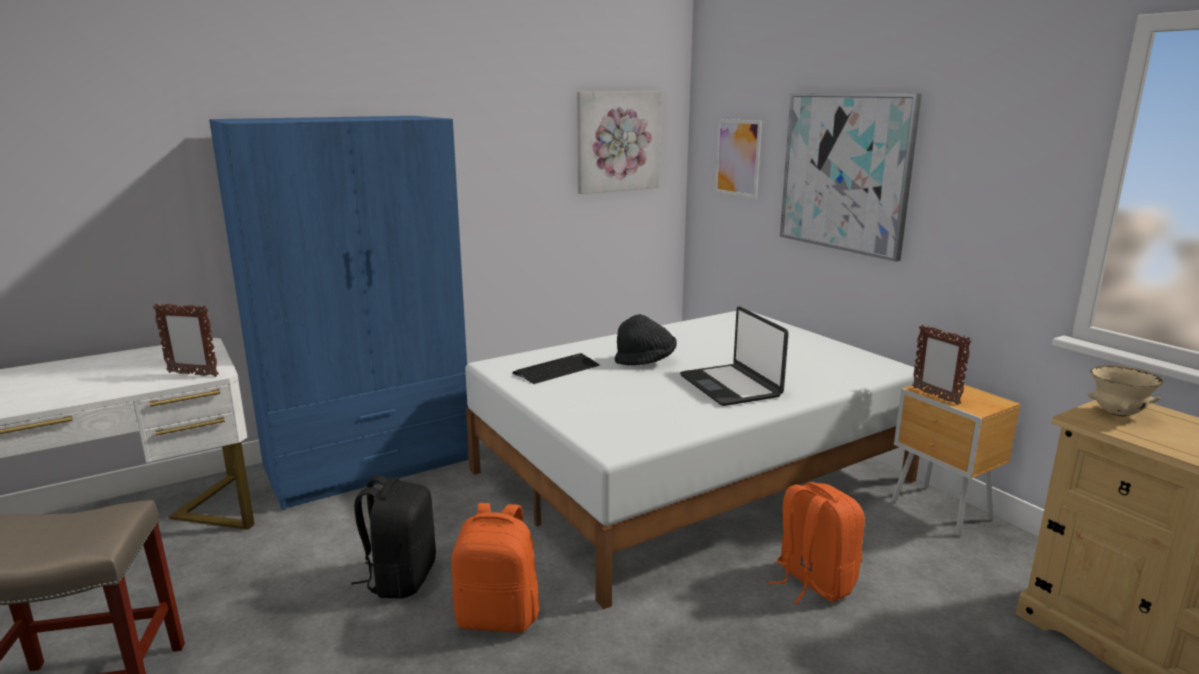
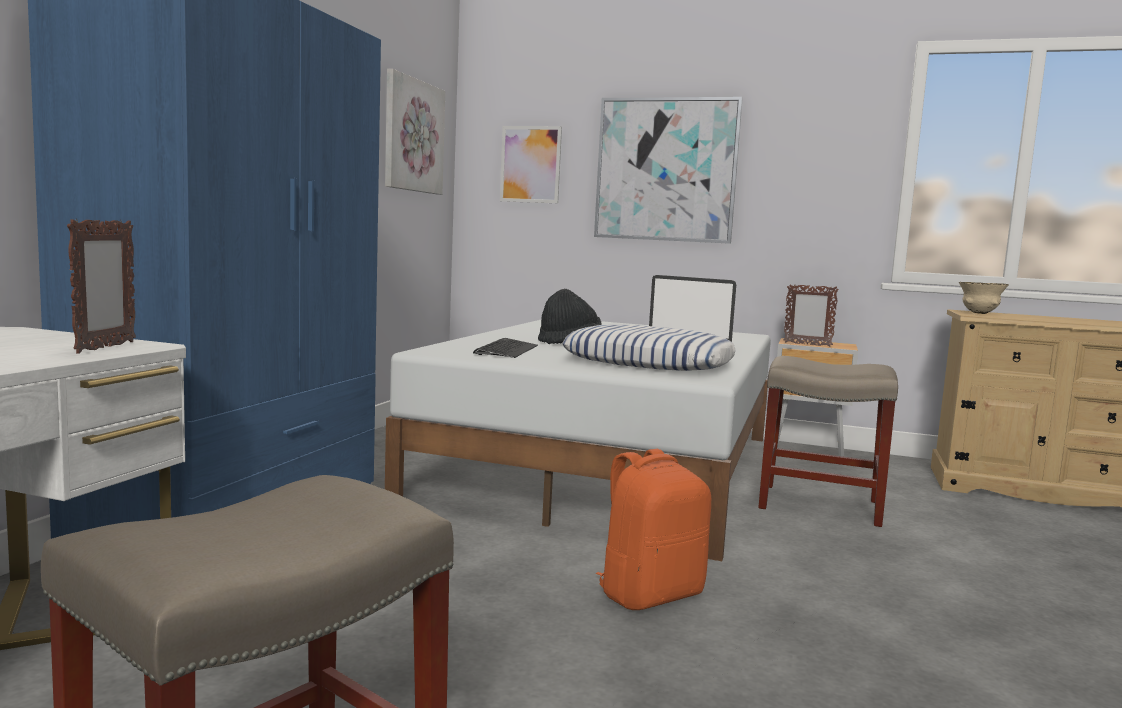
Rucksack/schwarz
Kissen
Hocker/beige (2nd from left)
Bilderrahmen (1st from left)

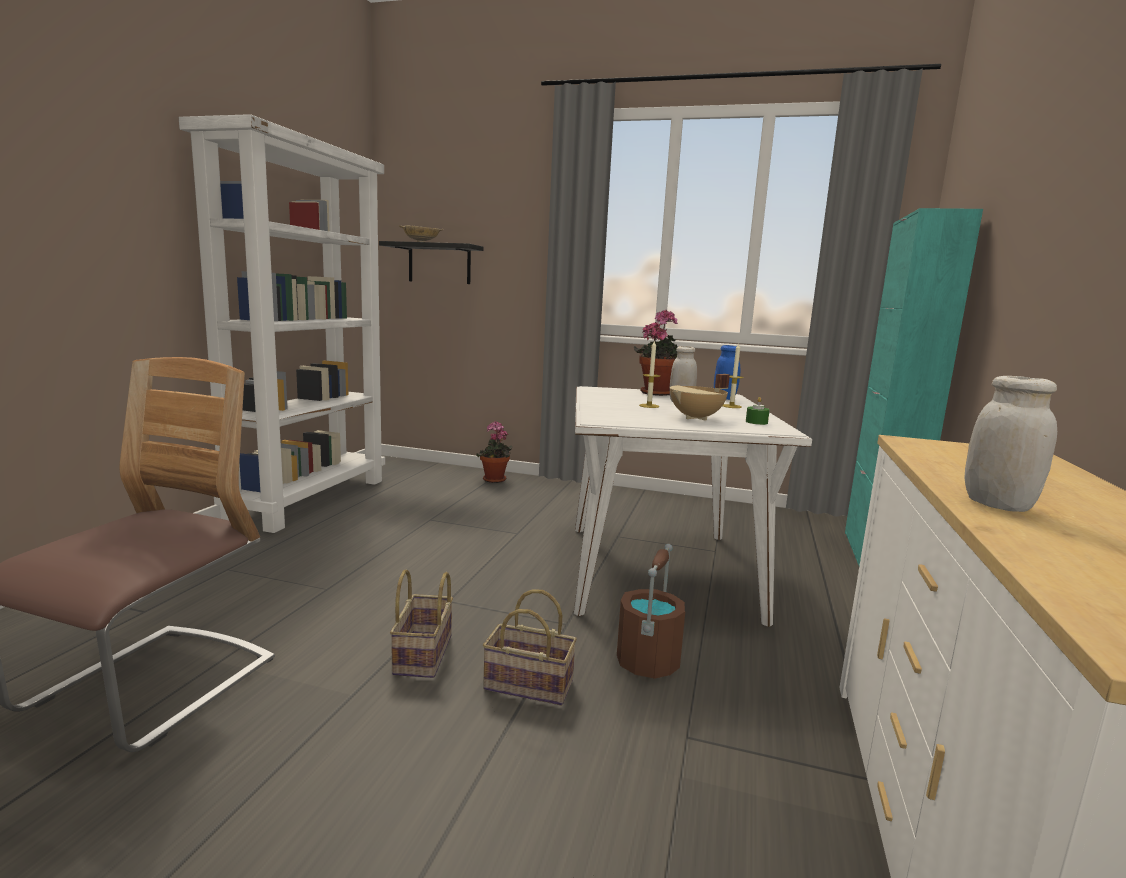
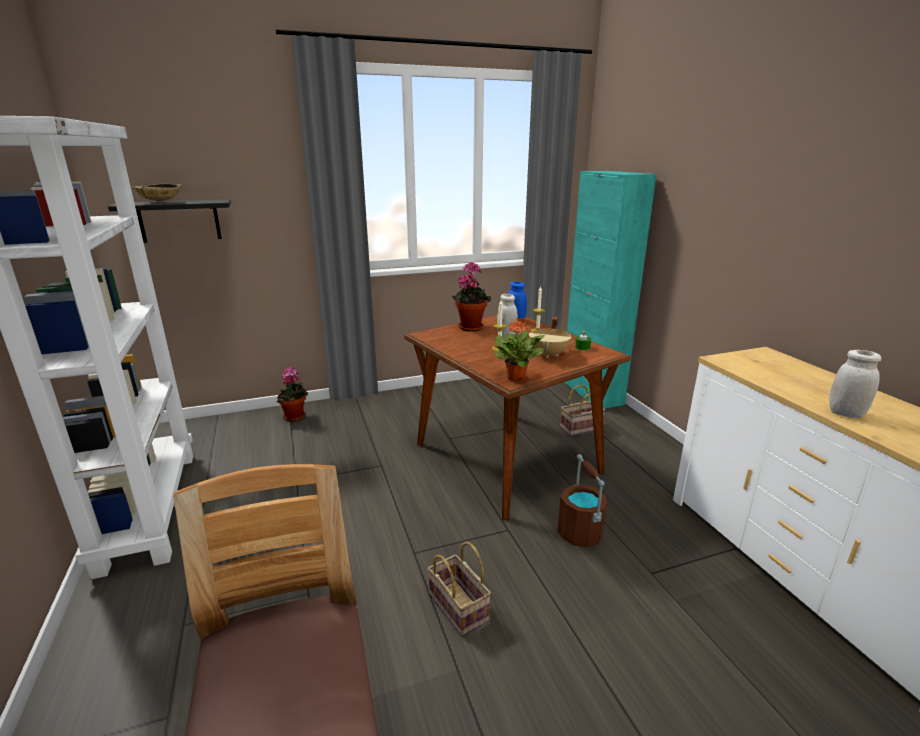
Topfpflanze (3rd from left)
Korb (2nd from left)
Esstisch/braun

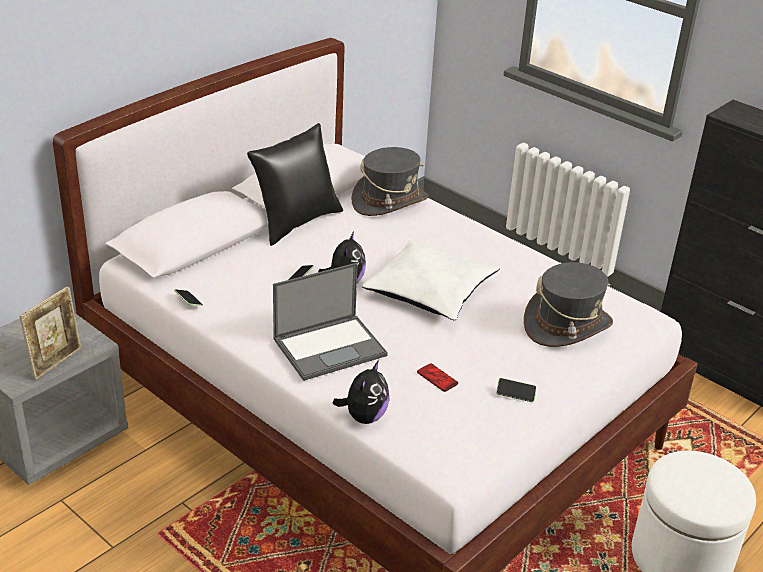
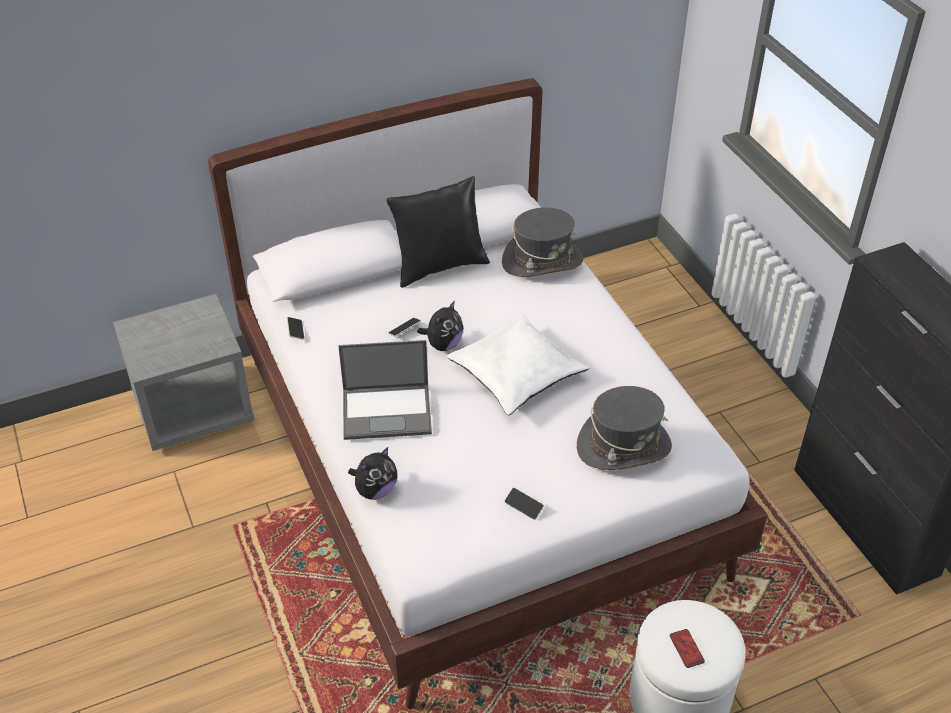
Bilderrahmen
Handy (4th from left)

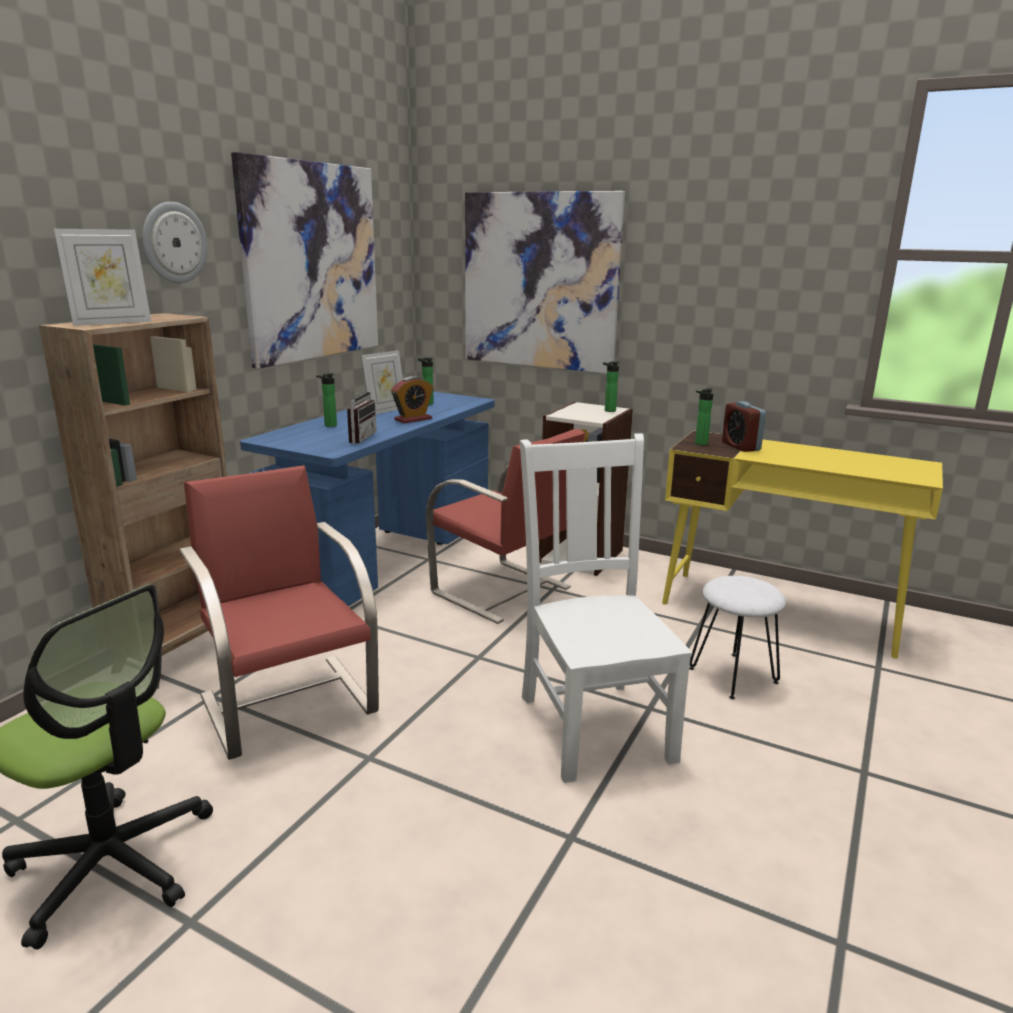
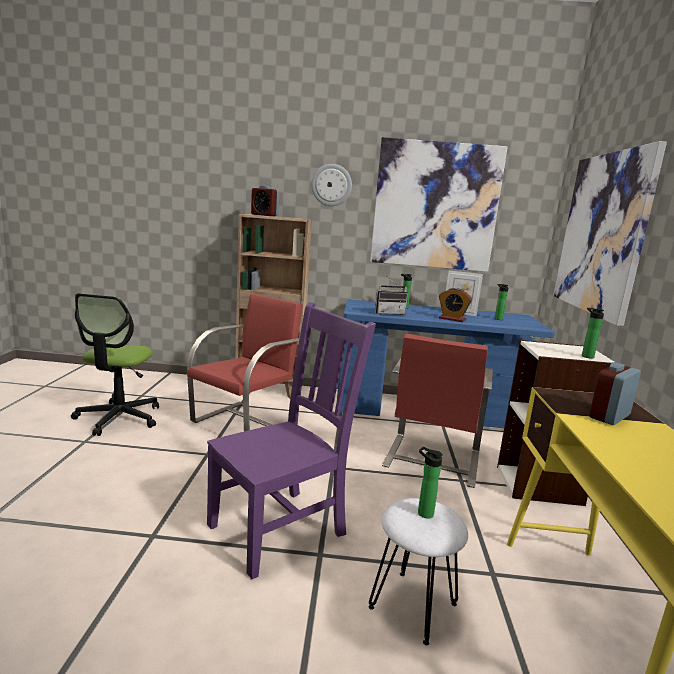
Flasche (2nd from left)
Wecker (1st from left)
Stuhl/lila

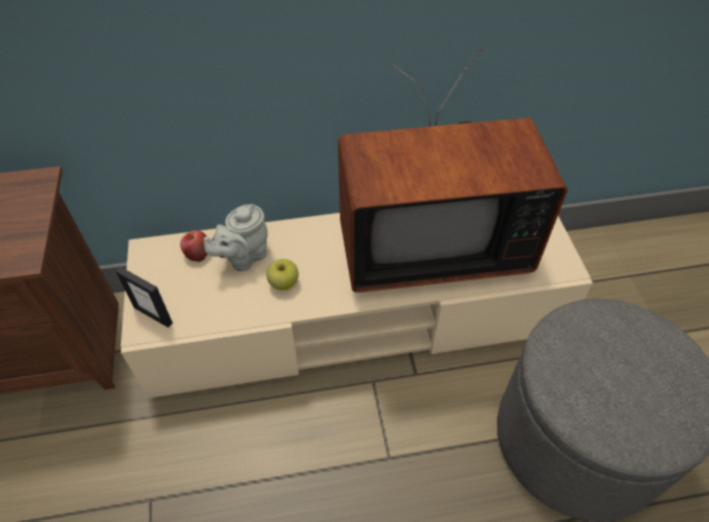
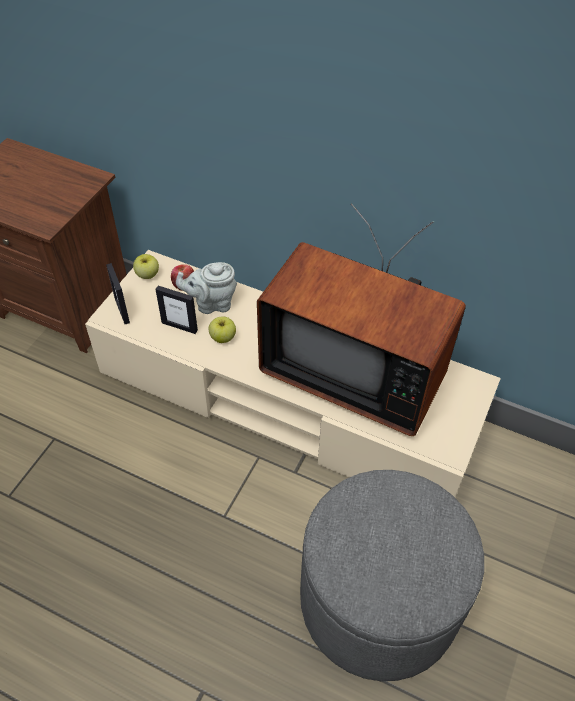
Apfel (1st from left)
Bilderrahmen (2nd from left)

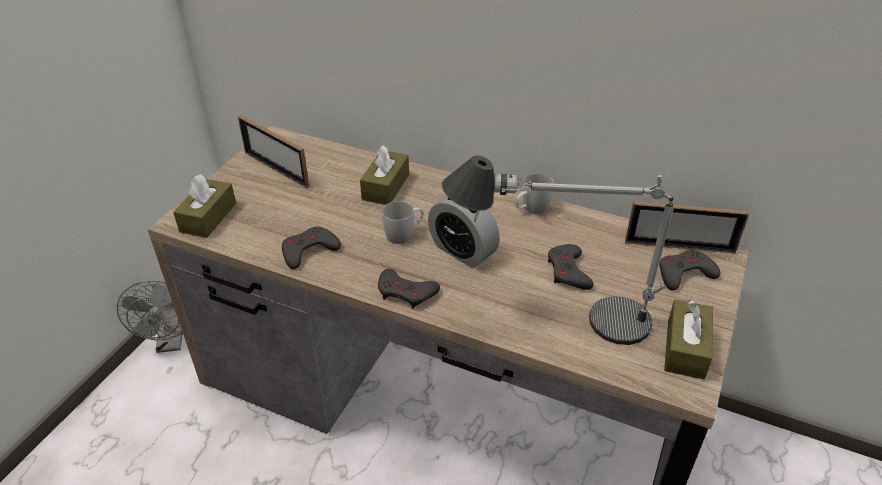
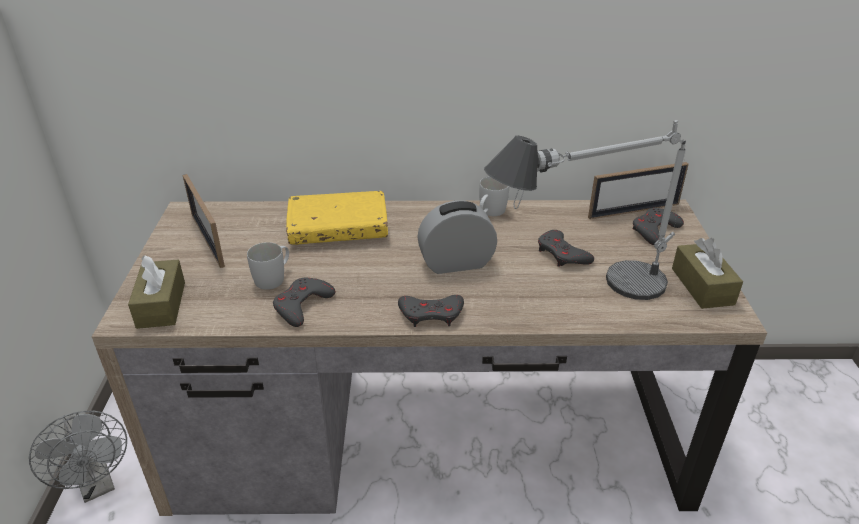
Henkelbecher/weiß (1st from left)
Buch/gelb
Bilderrahmen (1st from left)
Wecker

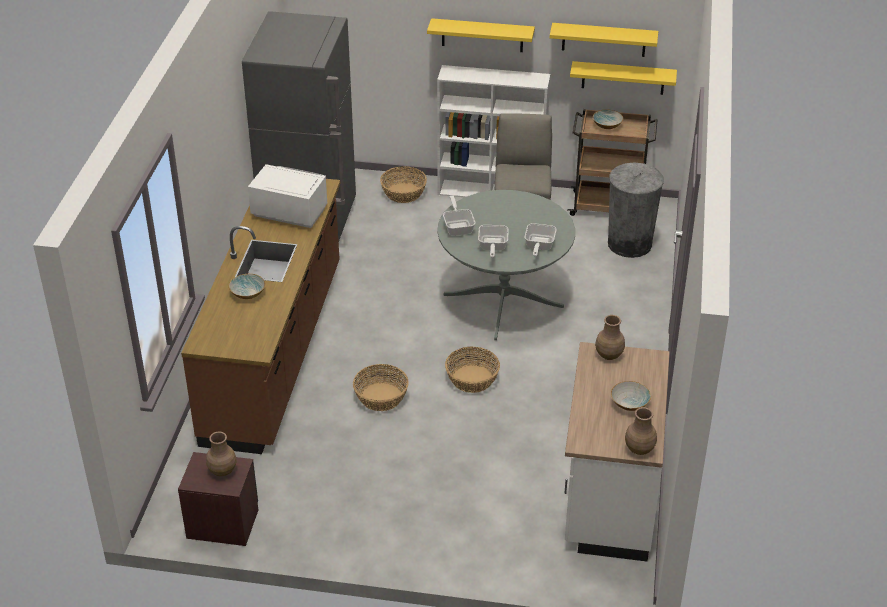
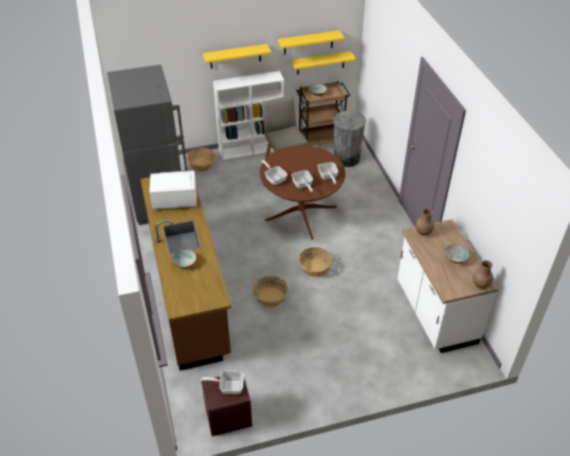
Pfanne (1st from left)
Esstisch/braun

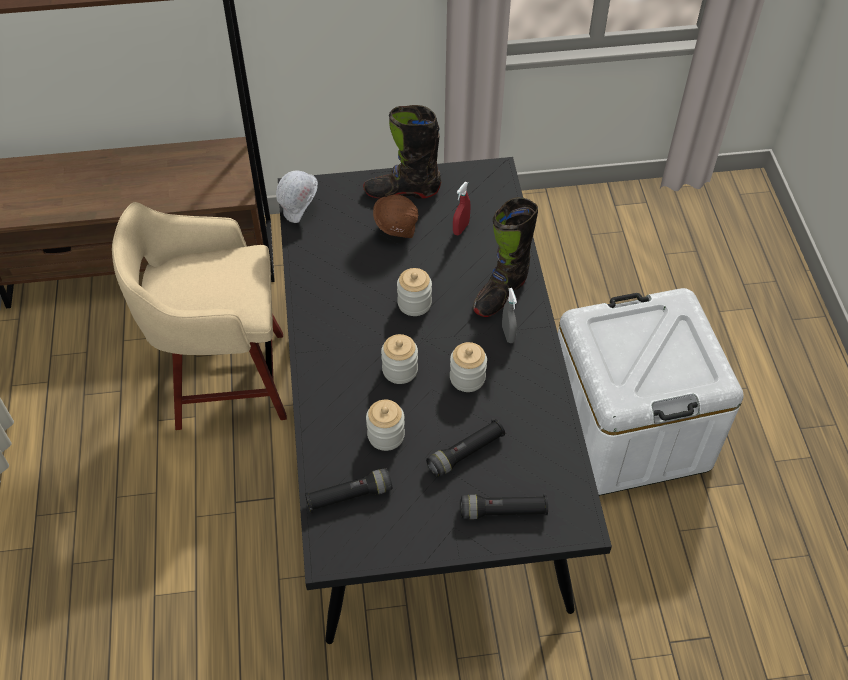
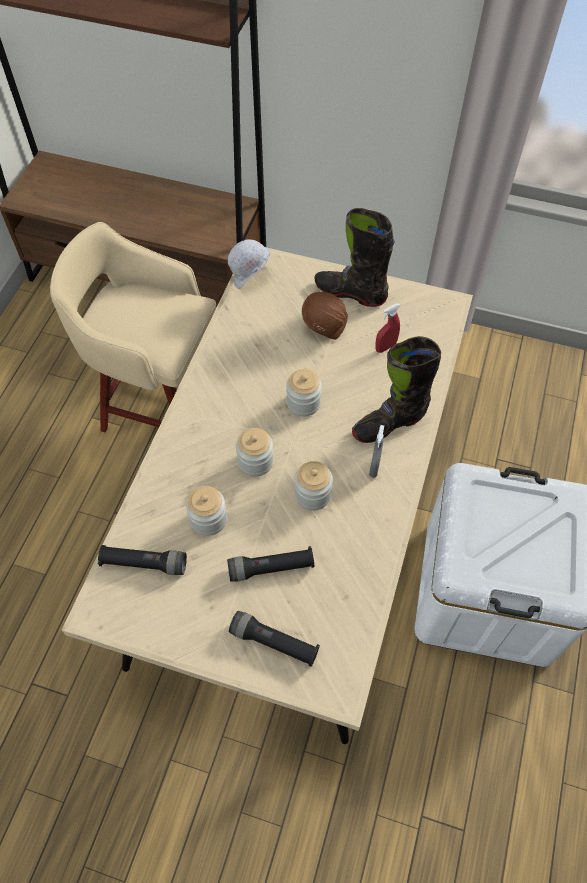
Esstisch/beige

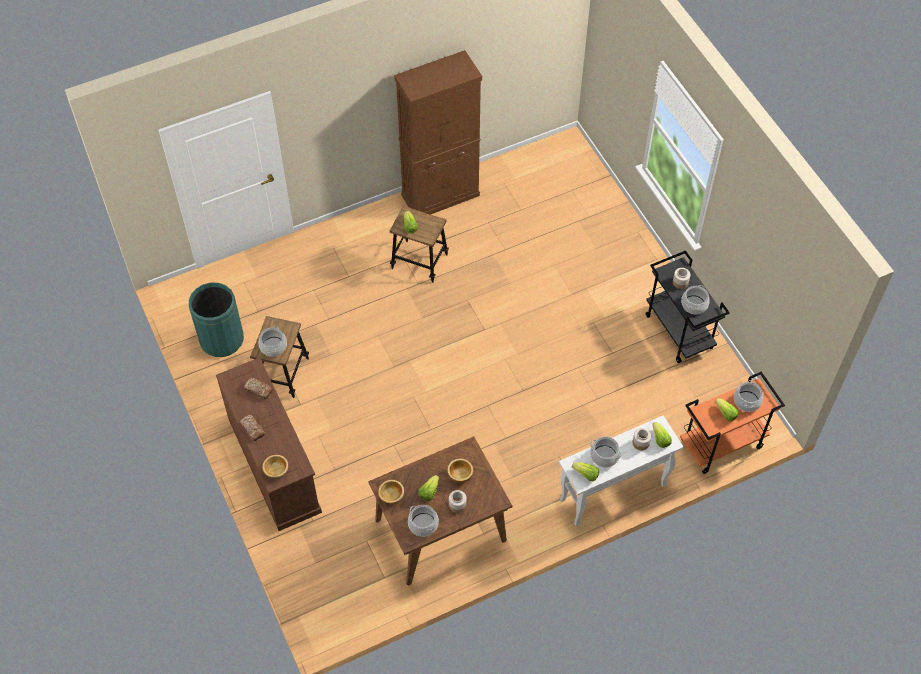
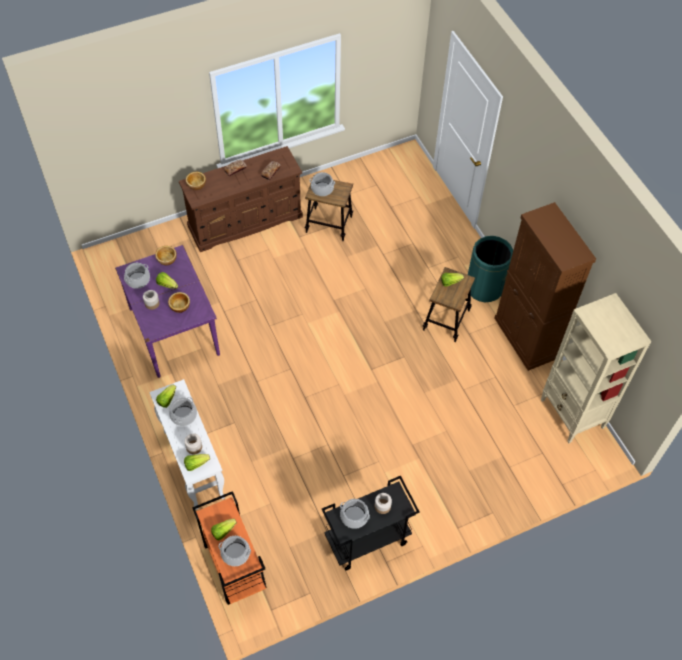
Bücherregal/beige
Mülleimer/grün
Esstisch/lila

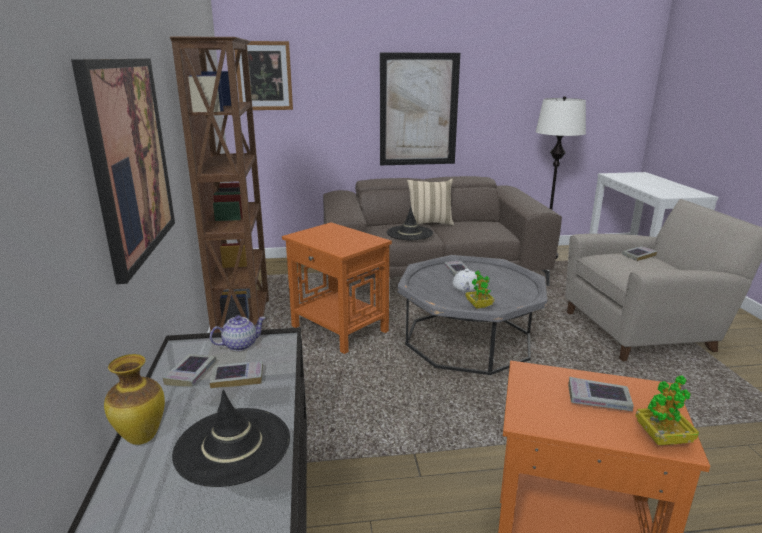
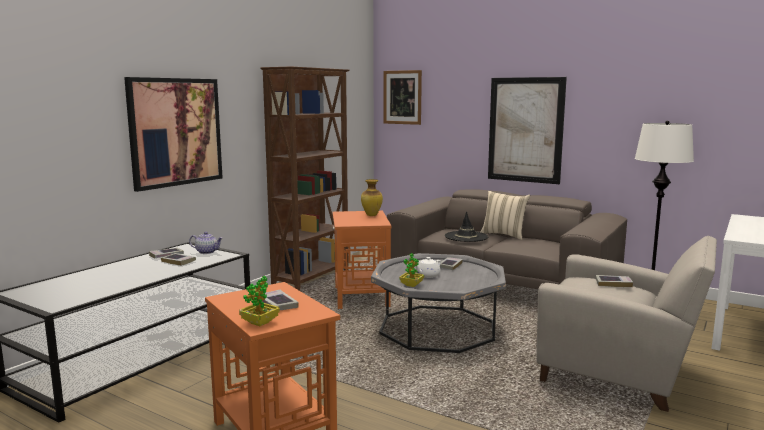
Hut/schwarz (1st from left in the first image)
Vase

